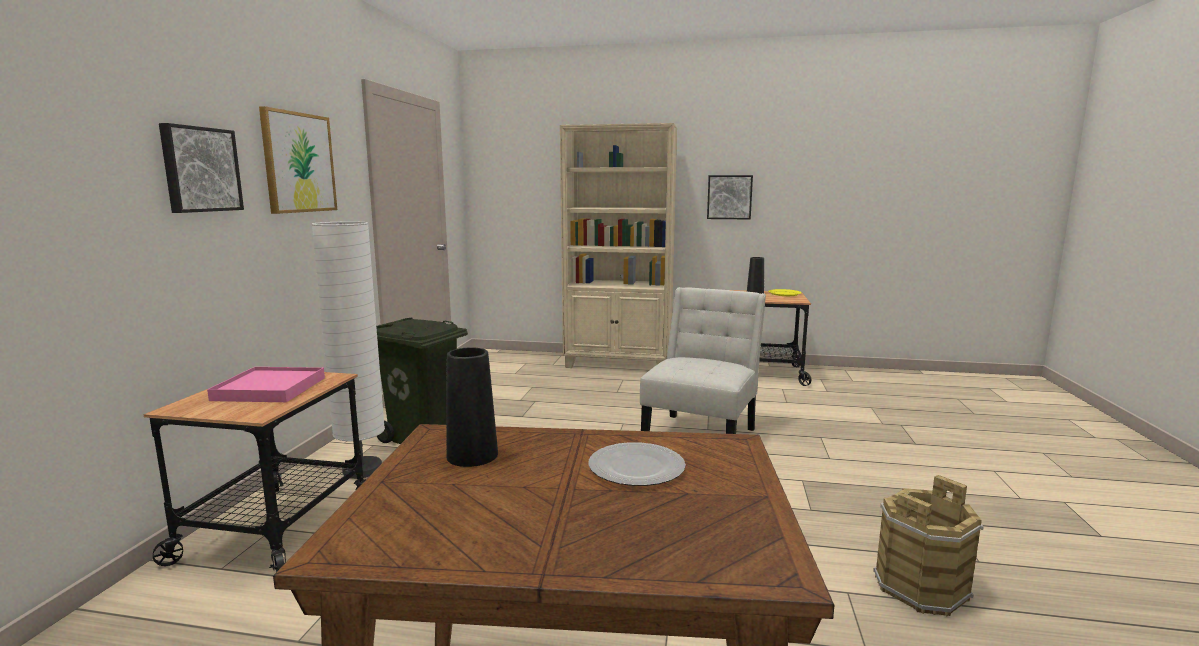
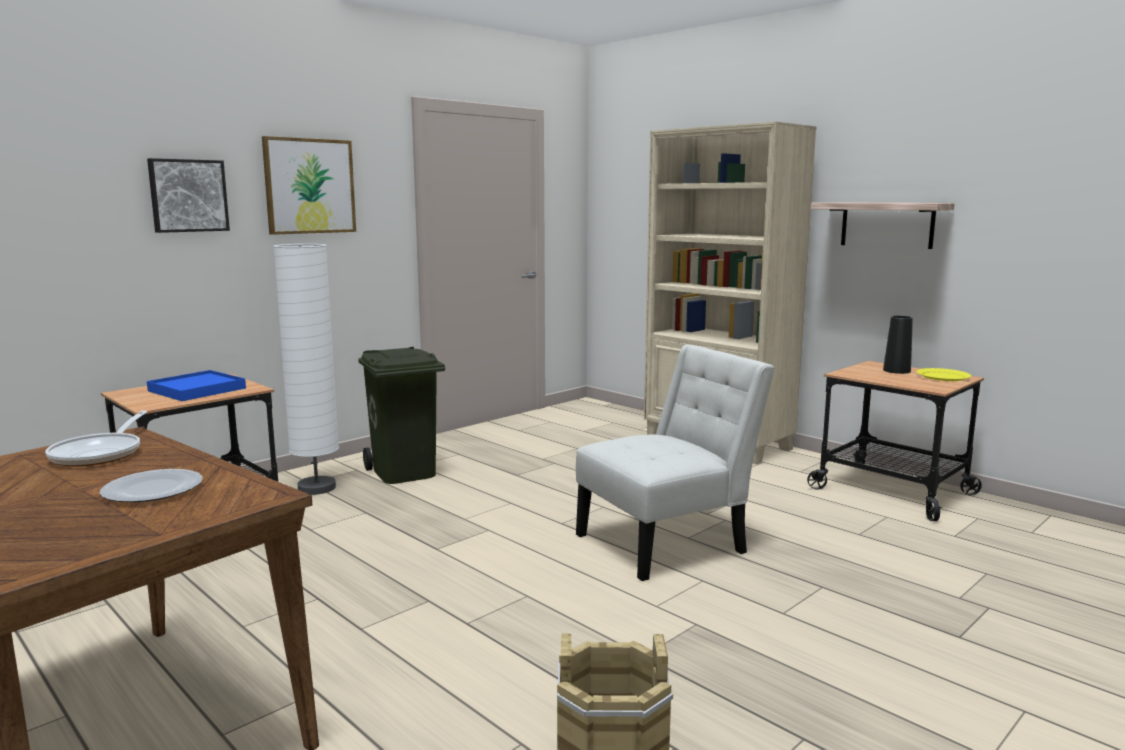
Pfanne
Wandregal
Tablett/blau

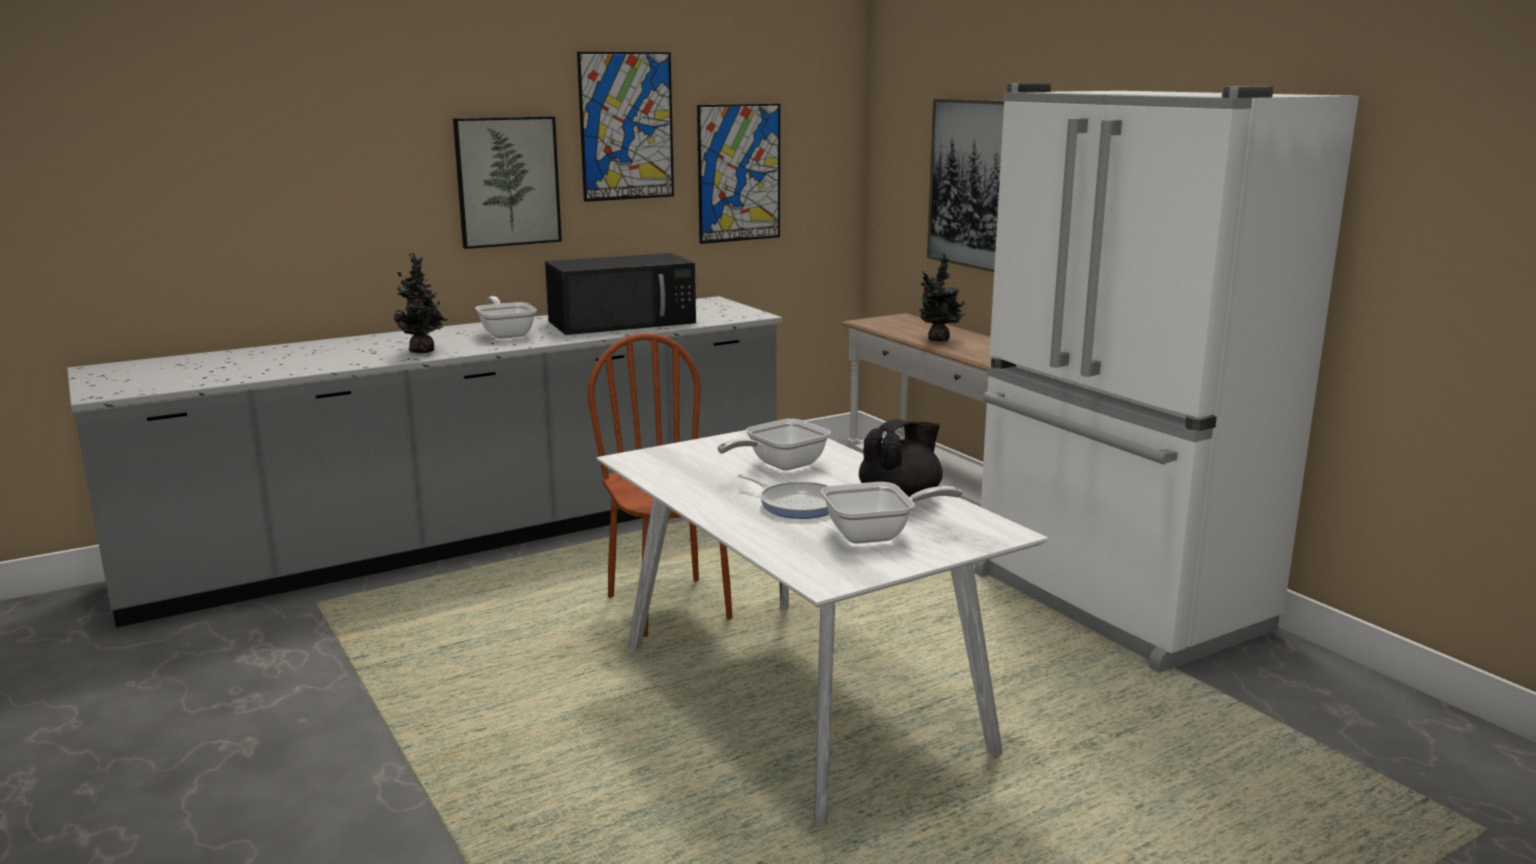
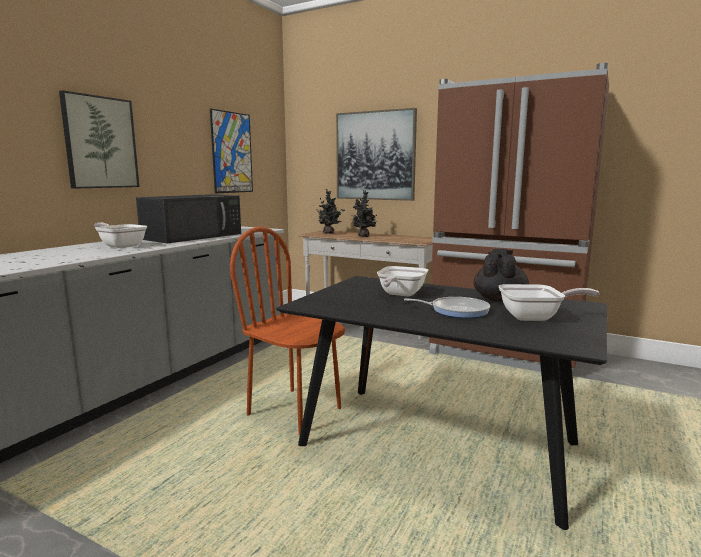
Bild (2nd from left in the first image)
Topfpflanze (1st from left)
Esstisch/schwarz
Kühlschrank/braun
Pfanne (4th from left)

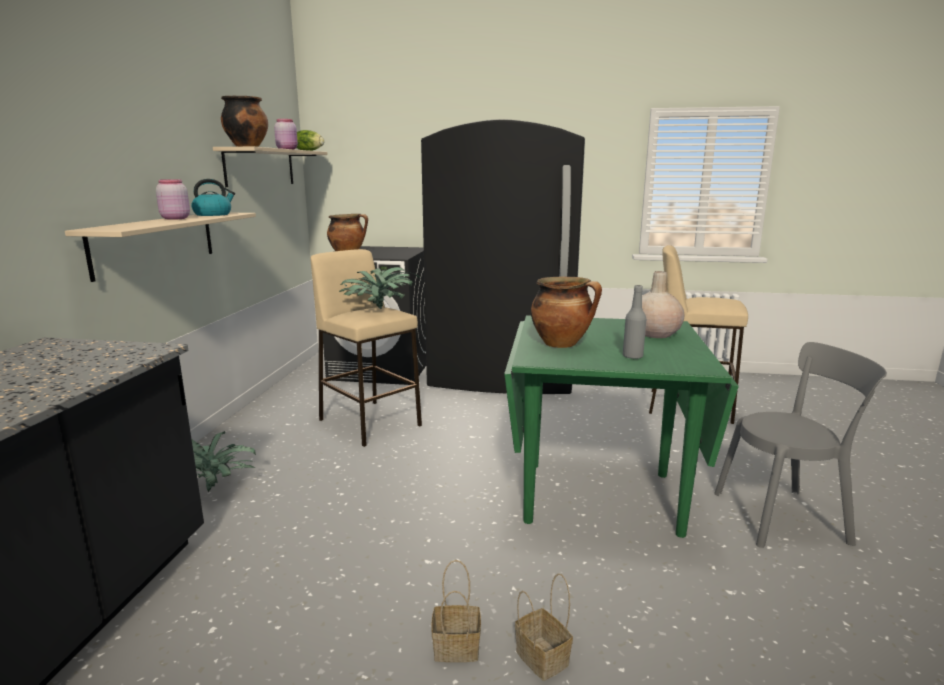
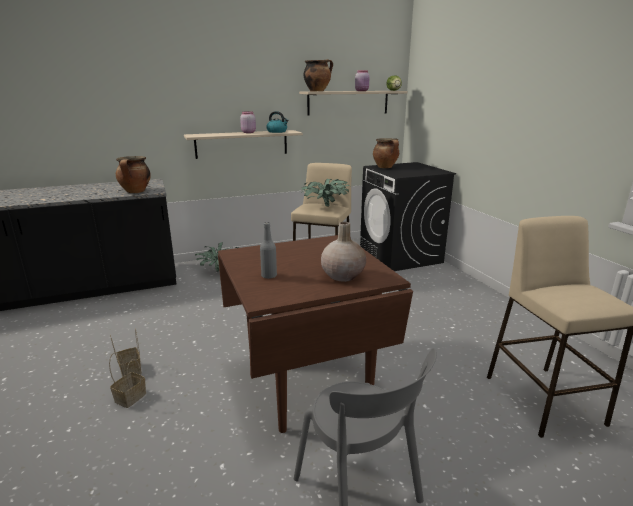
Kühlschrank/schwarz
Kochtopf (1st from left)
Esstisch/braun

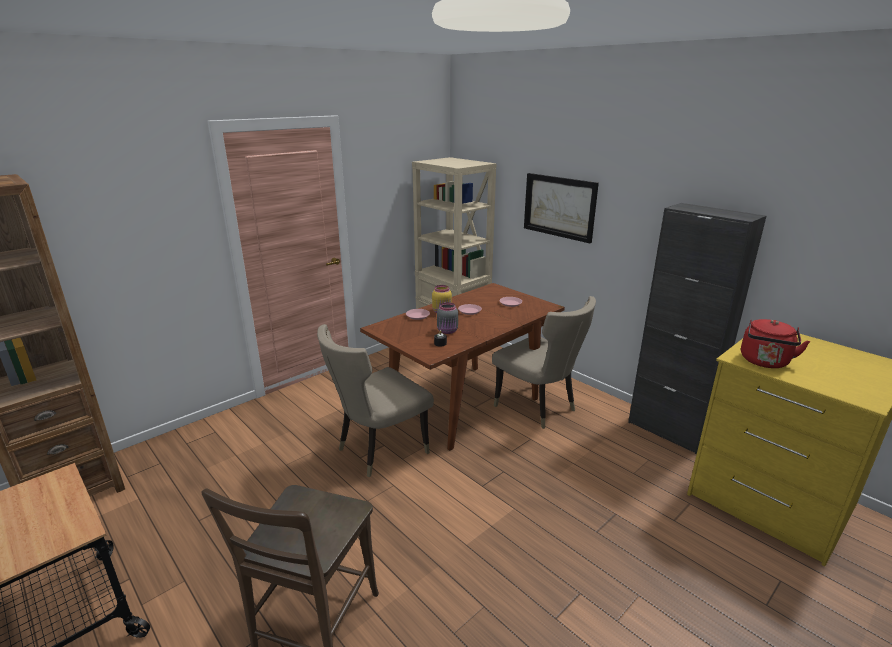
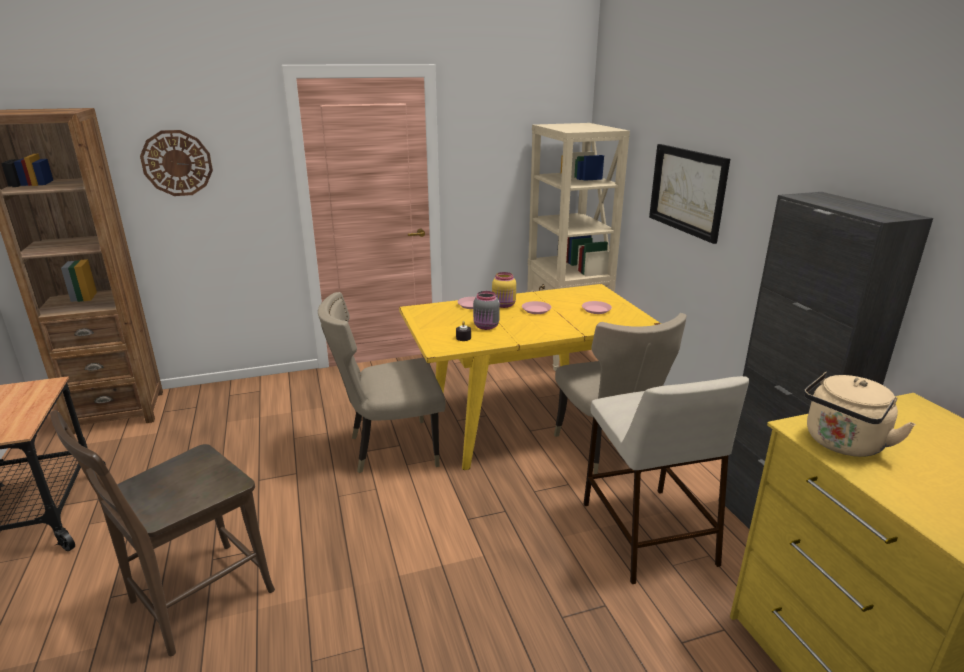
Wanduhr
Hocker/beige
Esstisch/gelb
Wasserkessel/beige

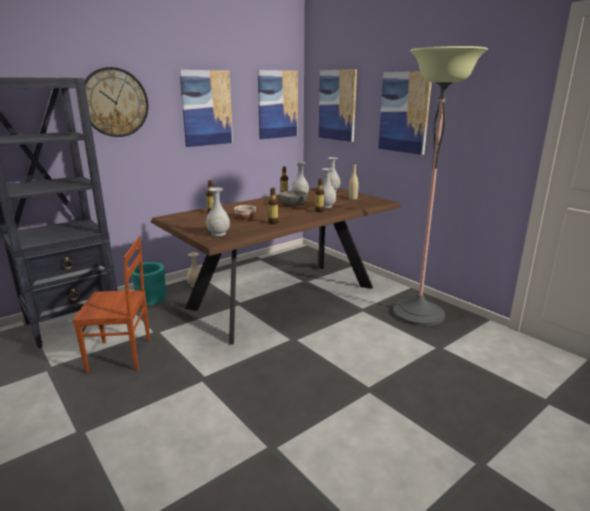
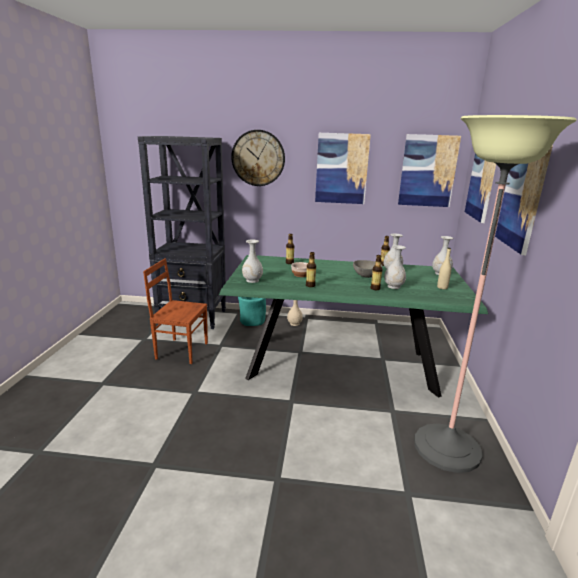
Esstisch/grün
Stuhl/braun

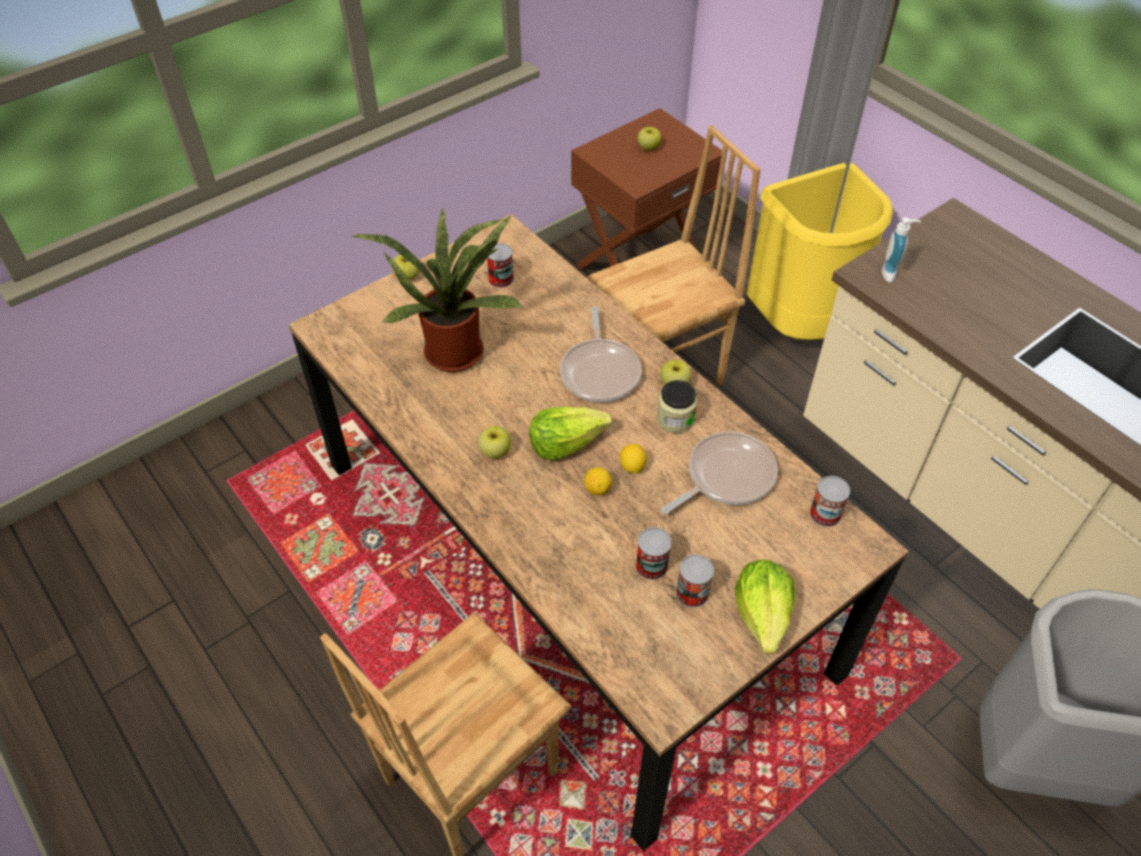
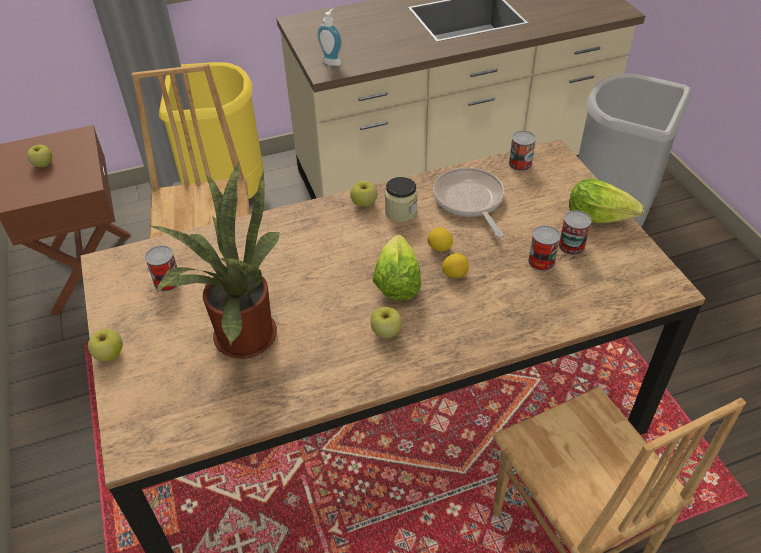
Pfanne (1st from left in the first image)

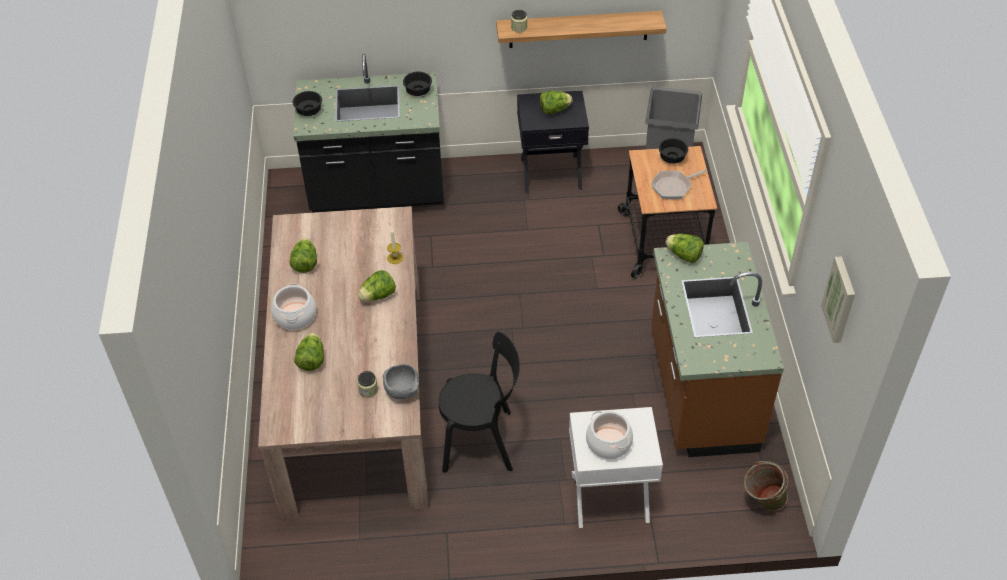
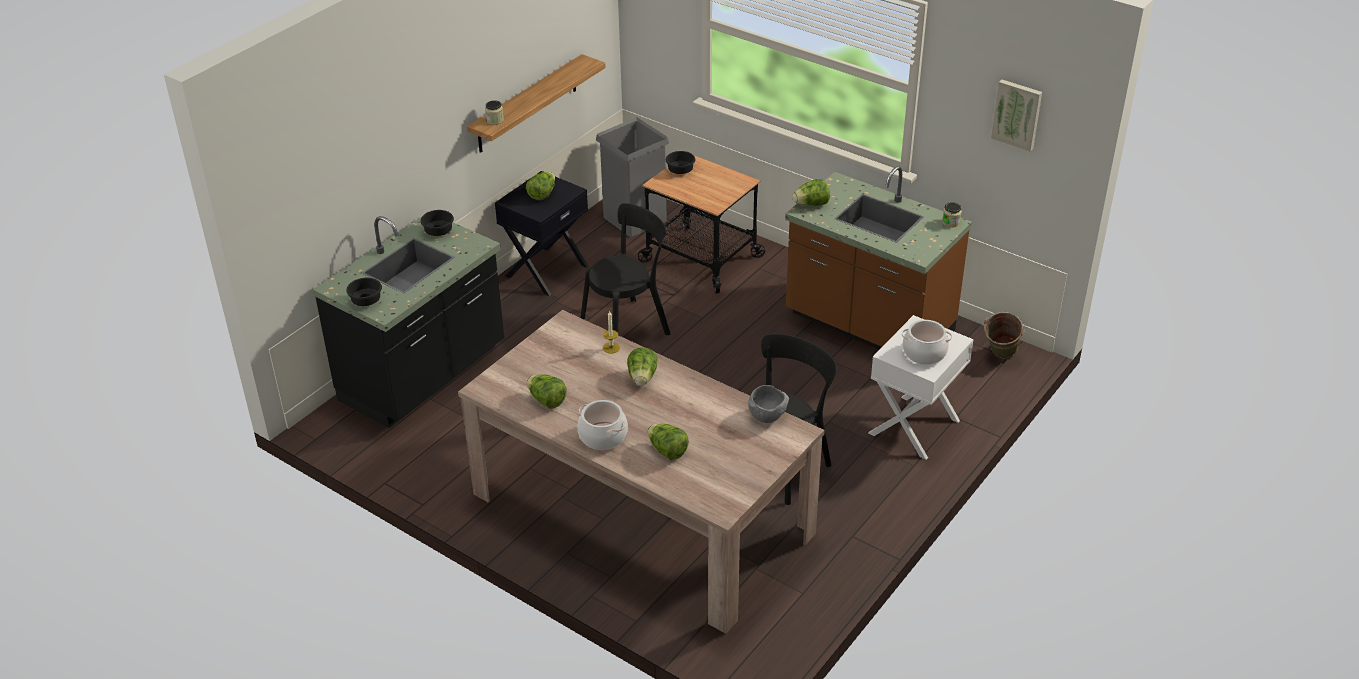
Pfanne
Stuhl/schwarz (1st from left)
Vorratsglas (2nd from left)

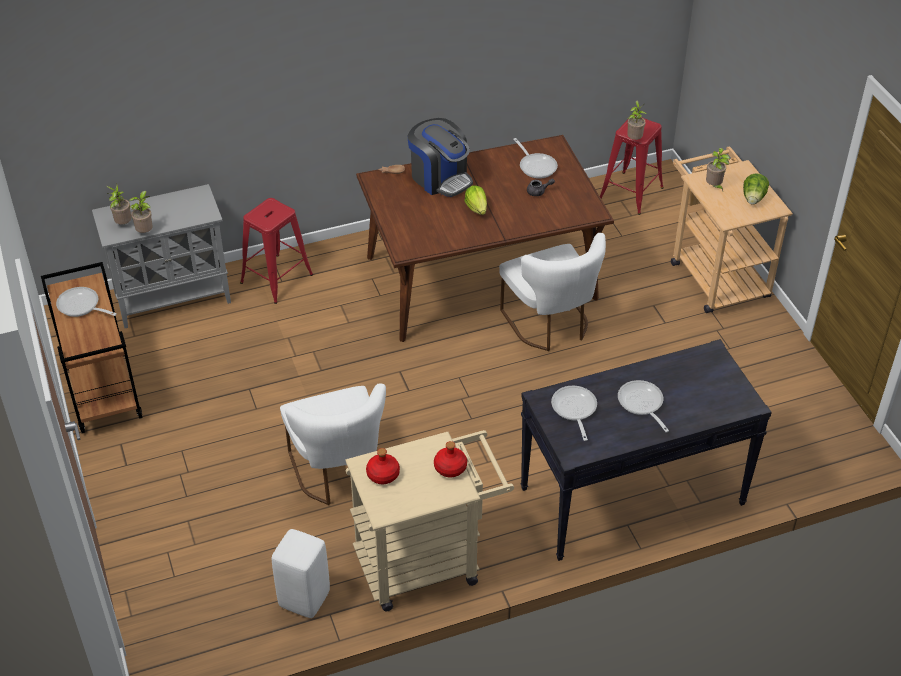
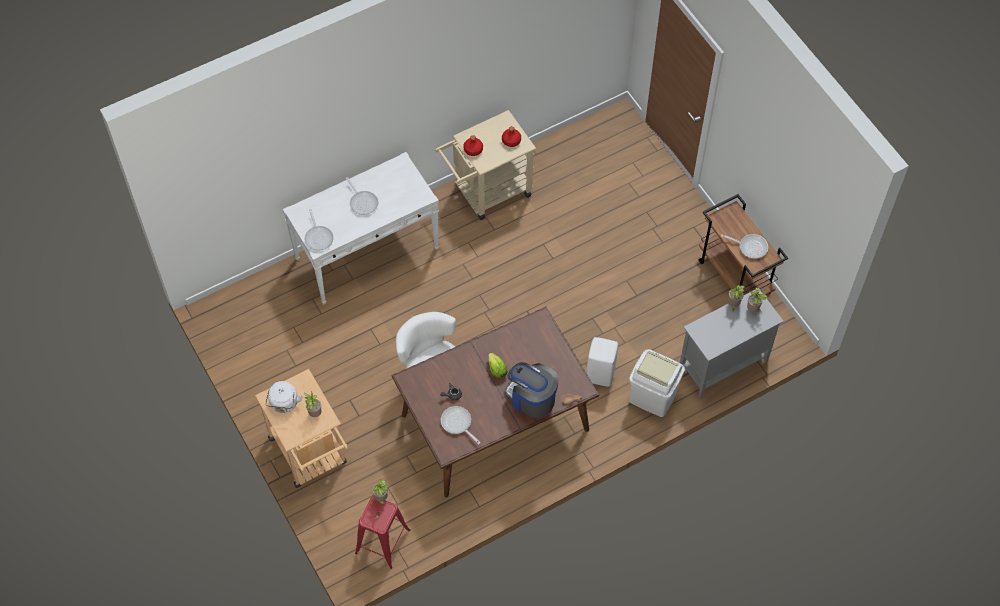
Stuhl/weiß (1st from left in the first image)
Hocker/weiß
Pfanne (1st from left)
Mülleimer/weiß
Wasserkessel/weiß
Konsolentisch/weiß

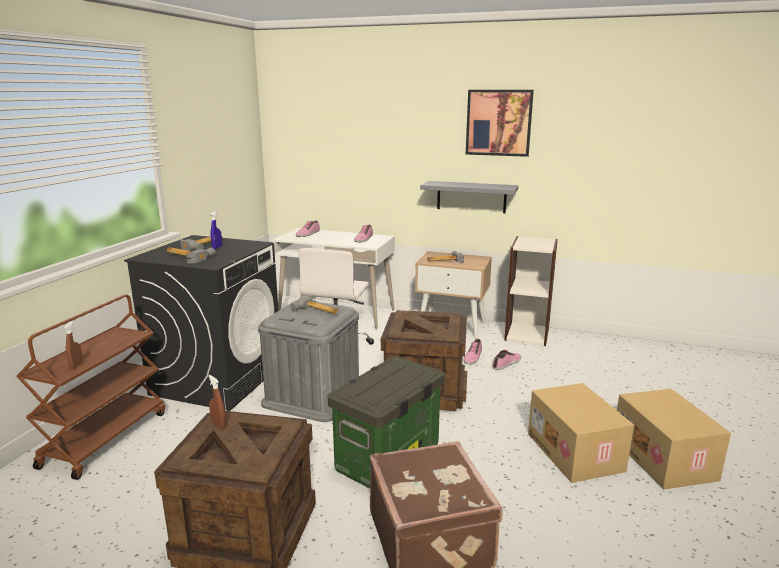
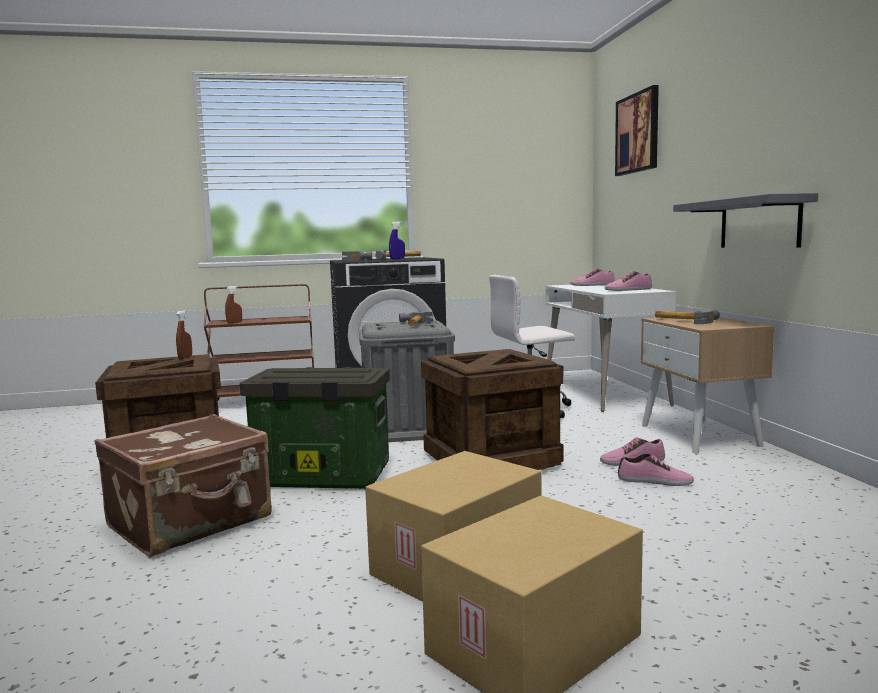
Bücherregal
Bild

